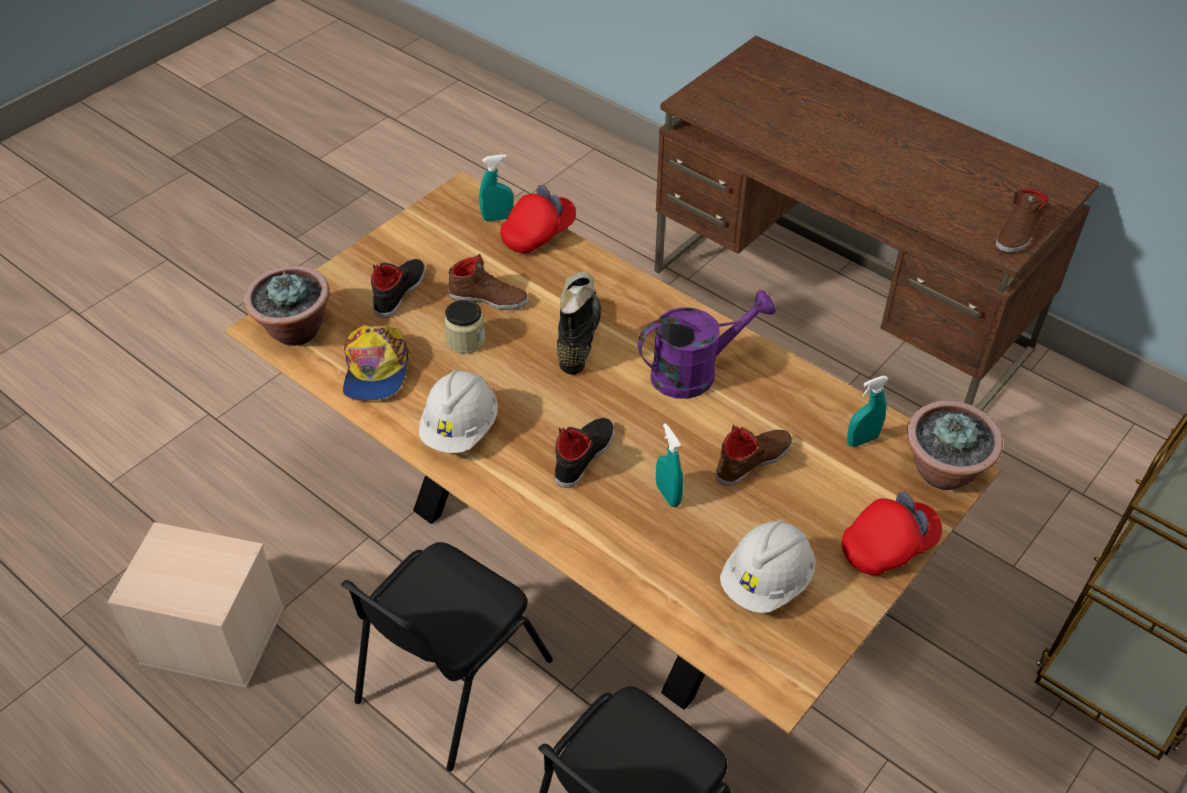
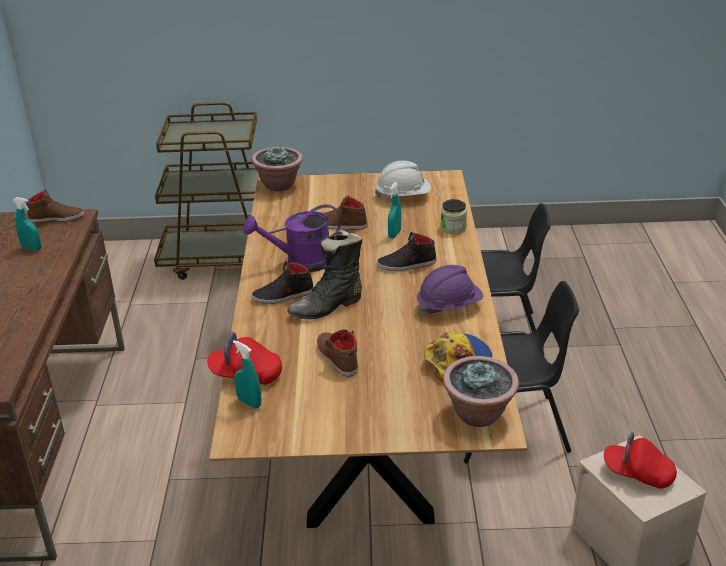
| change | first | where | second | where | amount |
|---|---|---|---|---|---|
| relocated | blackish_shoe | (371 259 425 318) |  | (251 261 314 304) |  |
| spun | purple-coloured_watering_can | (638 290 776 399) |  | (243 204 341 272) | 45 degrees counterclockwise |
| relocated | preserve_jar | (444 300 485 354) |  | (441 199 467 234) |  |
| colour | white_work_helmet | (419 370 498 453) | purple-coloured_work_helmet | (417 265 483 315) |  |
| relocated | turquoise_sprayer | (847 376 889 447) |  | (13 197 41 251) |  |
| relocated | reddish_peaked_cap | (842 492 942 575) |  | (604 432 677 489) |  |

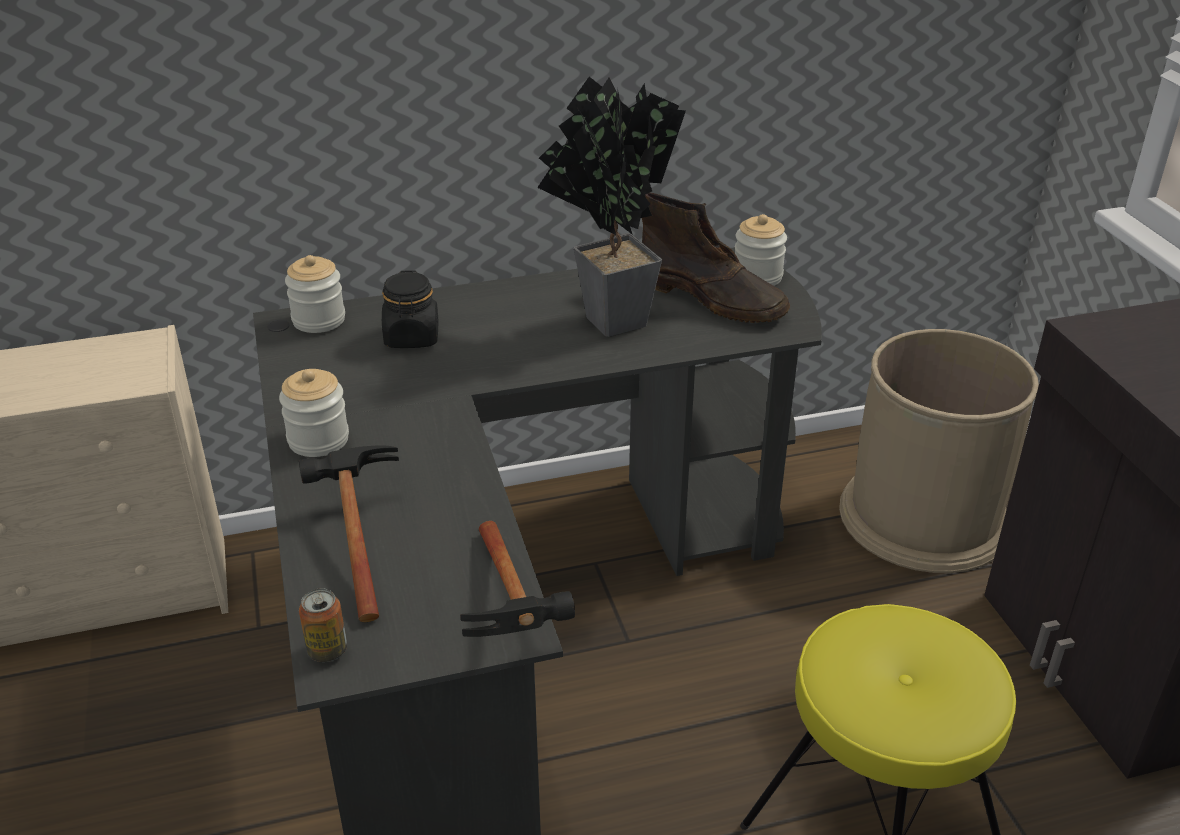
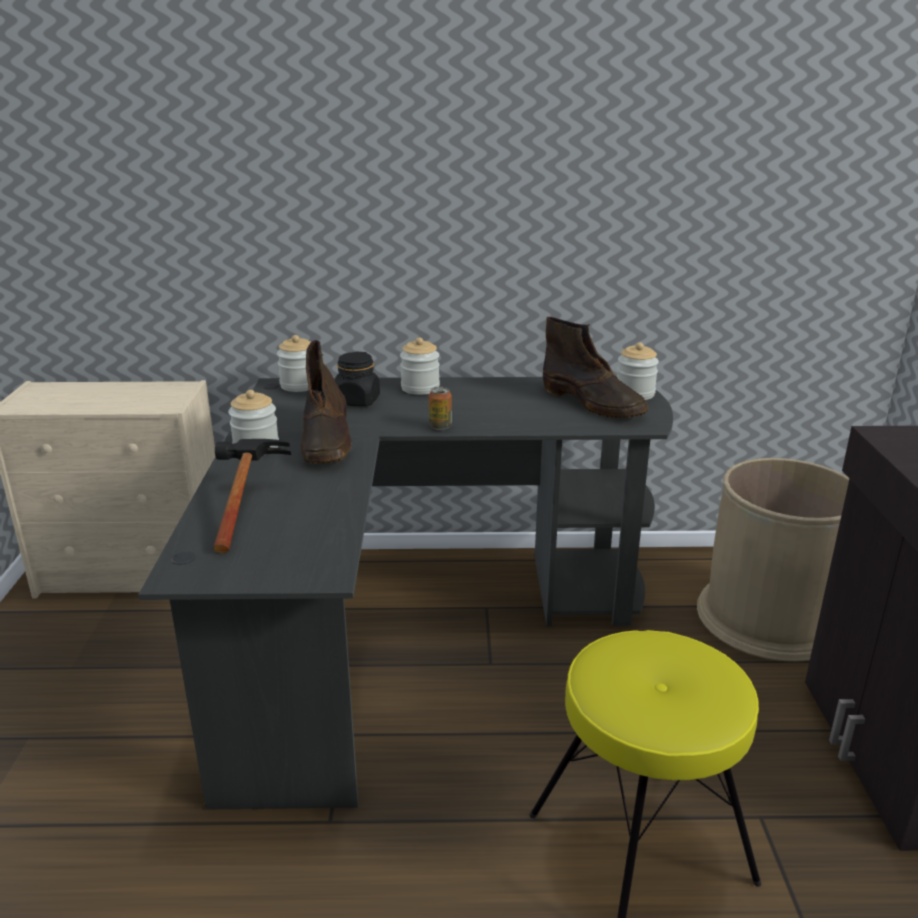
| change | first | where | second | where | amount |
|---|---|---|---|---|---|
| missing | potted_plant | (537 77 686 337) |  |  |  |
| missing | hammer | (460 521 575 637) |  |  |  |
| relocated | sealed_can | (299 589 347 662) |  | (429 387 452 430) |  |
| appeared |  |  | preserve_jar | (400 337 440 395) |  |
| appeared |  |  | brownish_tall_boot | (301 340 352 464) |  |

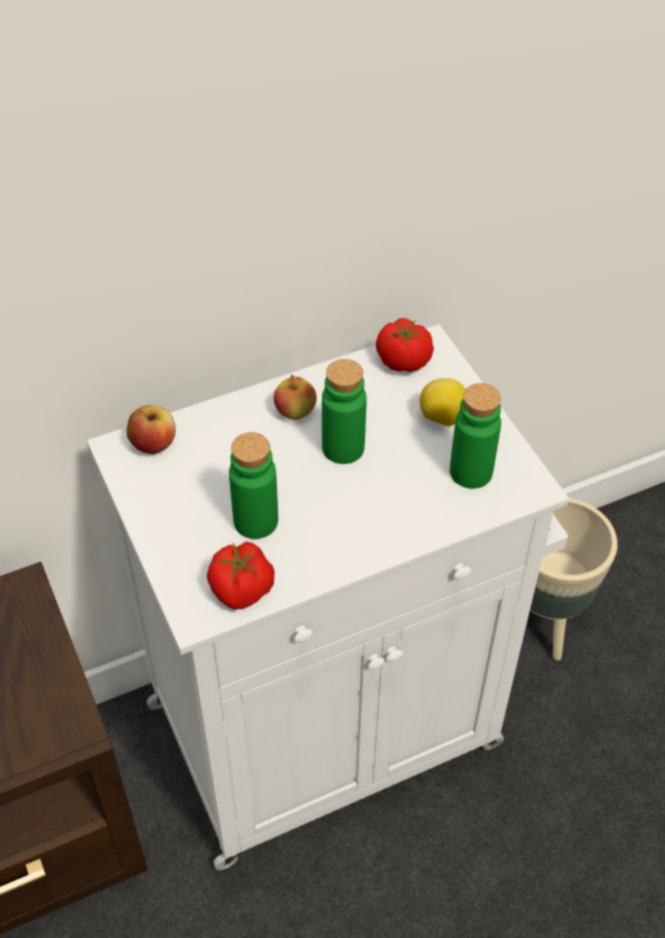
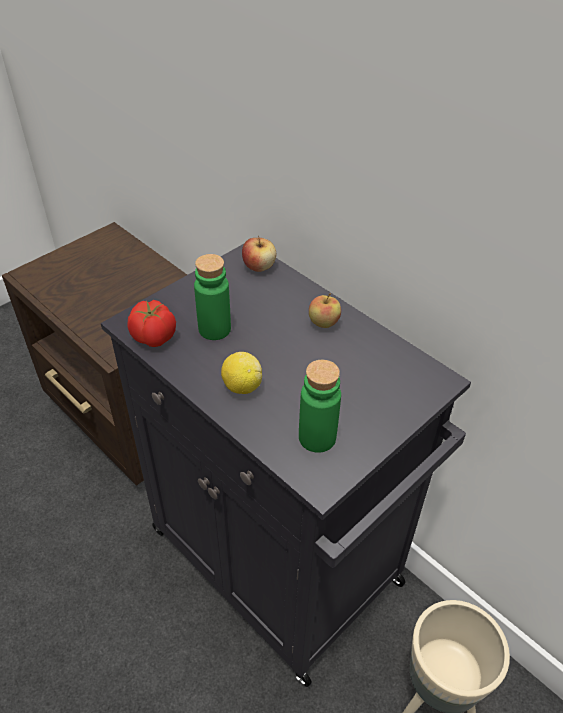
| change | first | where | second | where | amount |
|---|---|---|---|---|---|
| missing | tomato | (376 318 434 372) |  |  |  |
| colour | white_storage_cabinet | (87 324 569 870) | blackish_storage_cabinet | (101 244 471 687) |  |
| missing | green_drink_bottle | (322 359 367 464) |  |  |  |
| relocated | citrus_fruit | (420 378 466 426) |  | (221 352 262 394) |  |

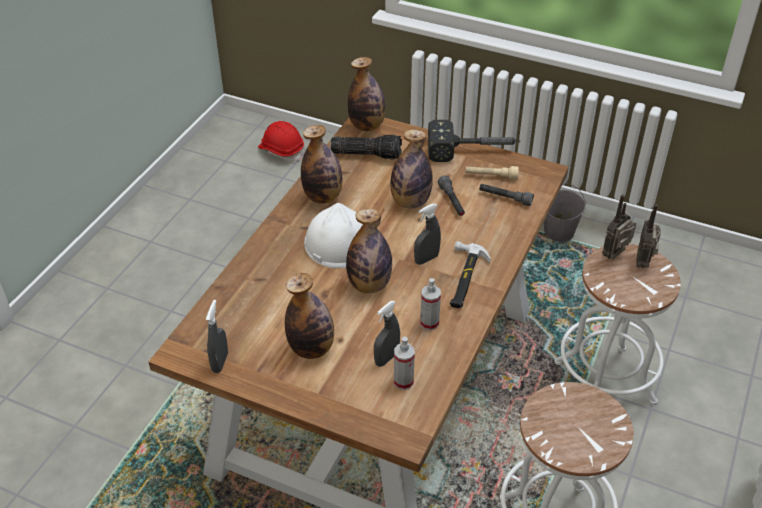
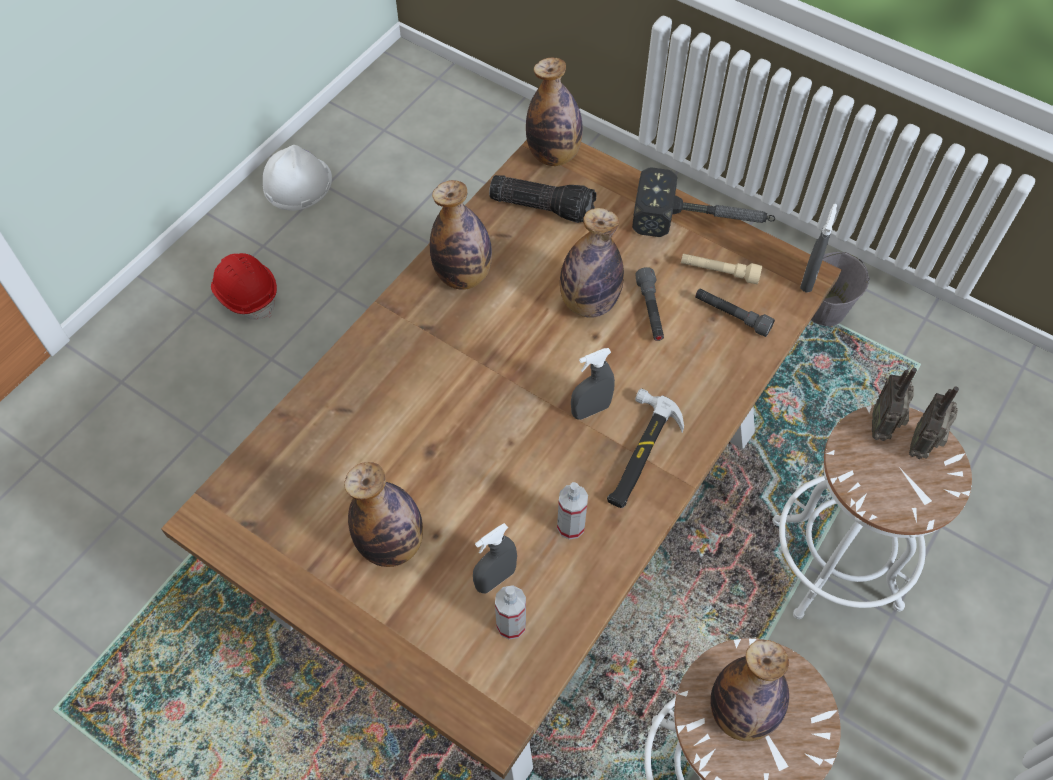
| change | first | where | second | where | amount |
|---|---|---|---|---|---|
| relocated | reddish_work_helmet | (258 121 304 162) |  | (211 253 277 320) |  |
| spun | radio_receiver | (602 195 636 259) |  | (872 368 917 441) | 45 degrees counterclockwise |
| relocated | white_work_helmet | (304 203 363 268) |  | (263 145 332 211) |  |
| relocated | drink_bottle | (346 209 392 293) |  | (710 640 789 741) |  |
| relocated | gray_sprayer | (206 300 228 373) |  | (800 204 837 292) |  |

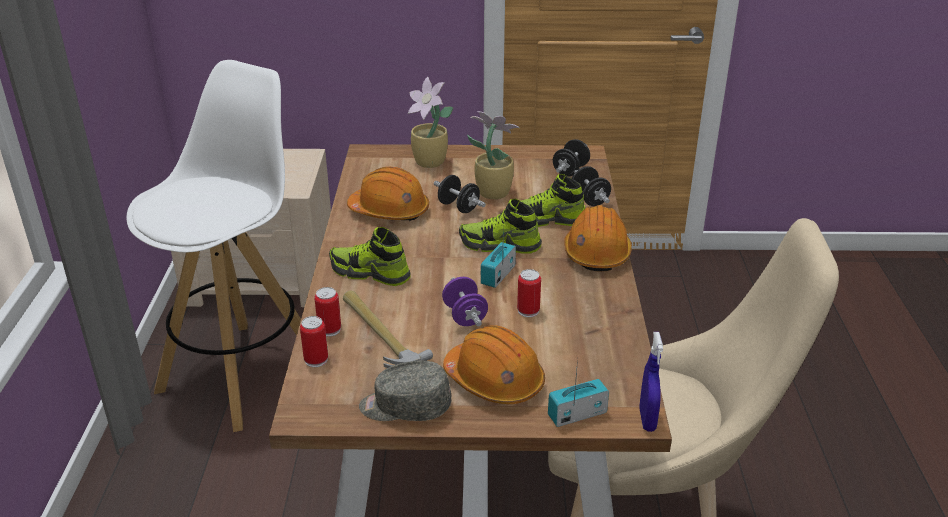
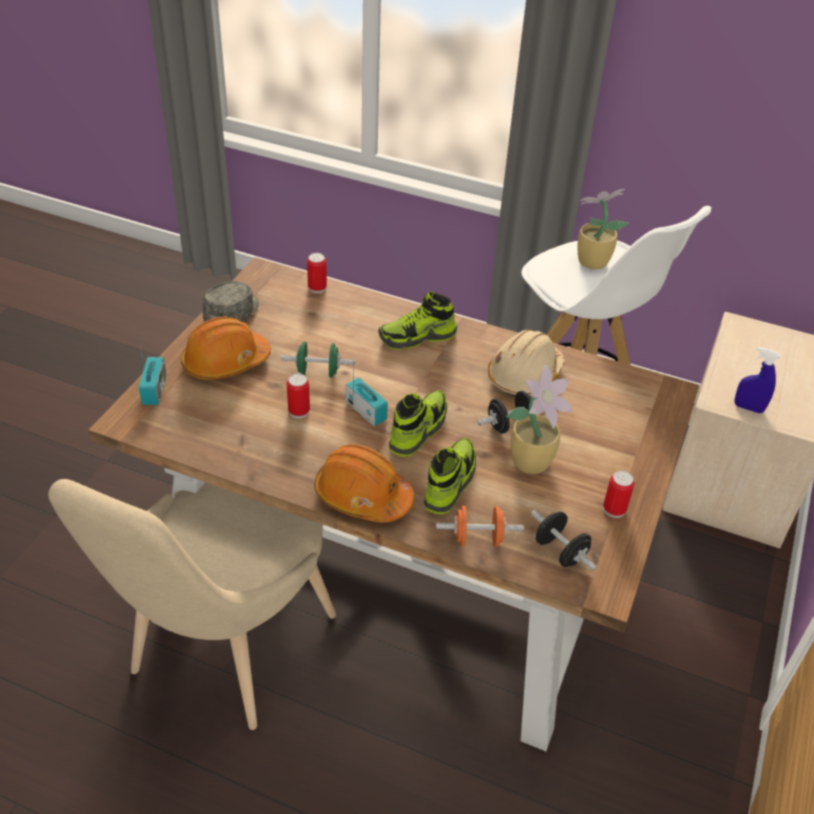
| change | first | where | second | where | amount |
|---|---|---|---|---|---|
| relocated | potted_plant | (408 77 454 168) |  | (577 189 628 270) |  |
| colour | blackish_hand_weight | (572 166 611 206) | orange-coloured_hand_weight | (436 506 524 547) |  |
| colour | orange-coloured_work_helmet | (347 167 429 221) | beige-coloured_work_helmet | (488 330 565 396) |  |
| spun | shoe | (329 227 411 286) |  | (378 291 457 350) | 150 degrees counterclockwise |
| colour | purple-coloured_hand_weight | (442 277 488 326) | green_hand_weight | (280 342 355 378) |  |
| relocated | sealed_can | (314 287 341 337) |  | (603 471 634 518) |  |
| missing | hammer | (343 291 433 368) |  |  |  |
| relocated | blue-coloured_sprayer | (639 332 663 432) |  | (735 347 781 413) |  |

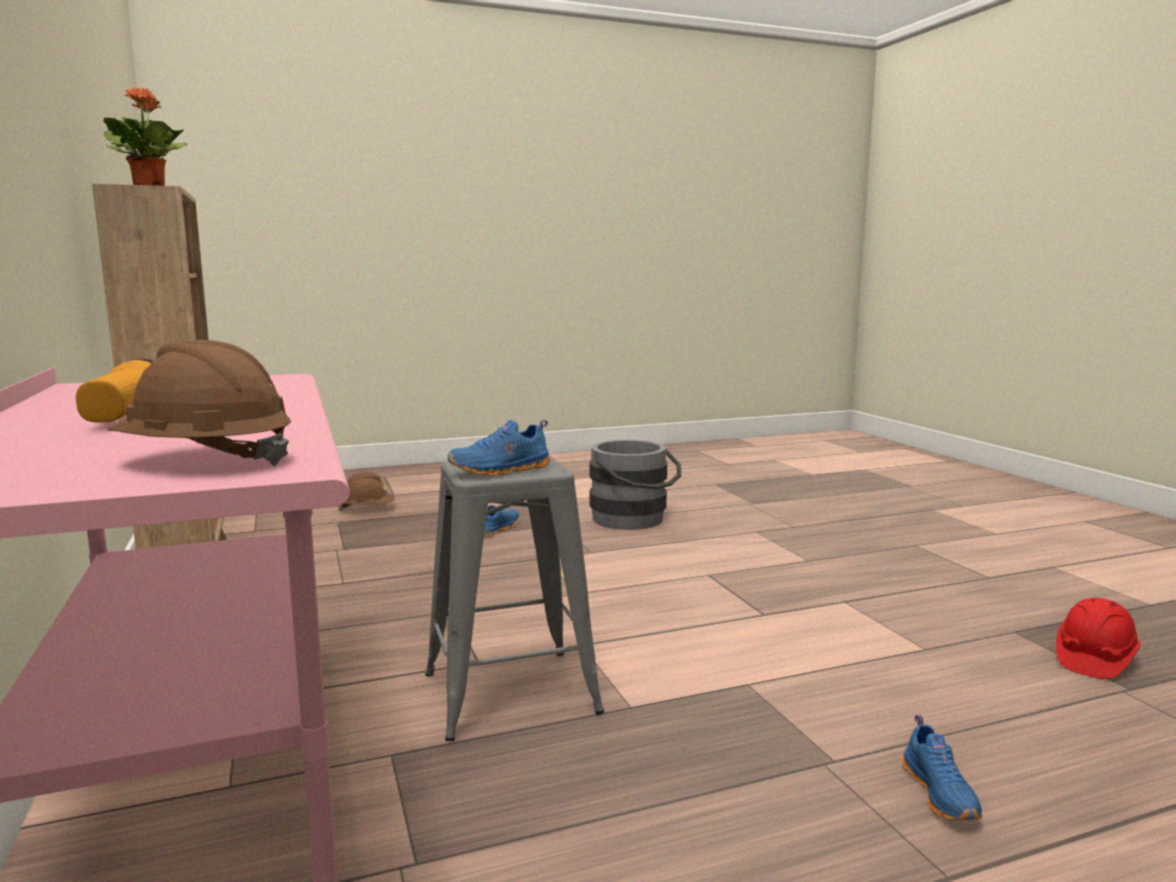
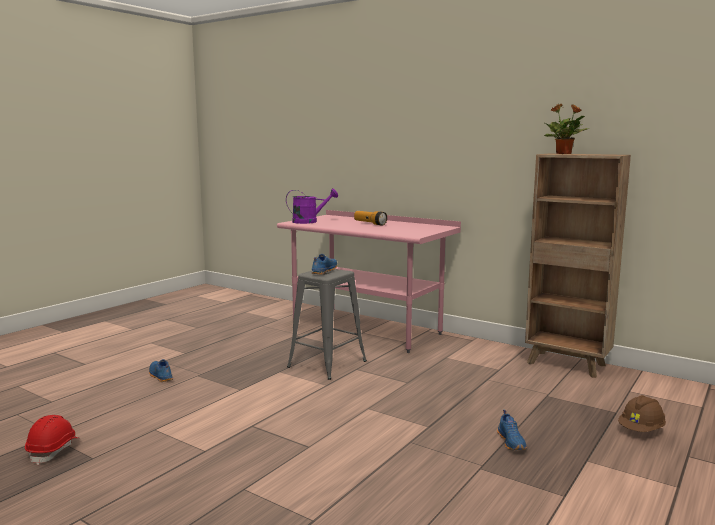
| change | first | where | second | where | amount |
|---|---|---|---|---|---|
| exchanged | brownish_work_helmet | (108 340 291 466) | purple-coloured_watering_can | (286 188 338 224) |  |
| missing | gray_water_bucket | (589 440 681 530) |  |  |  |

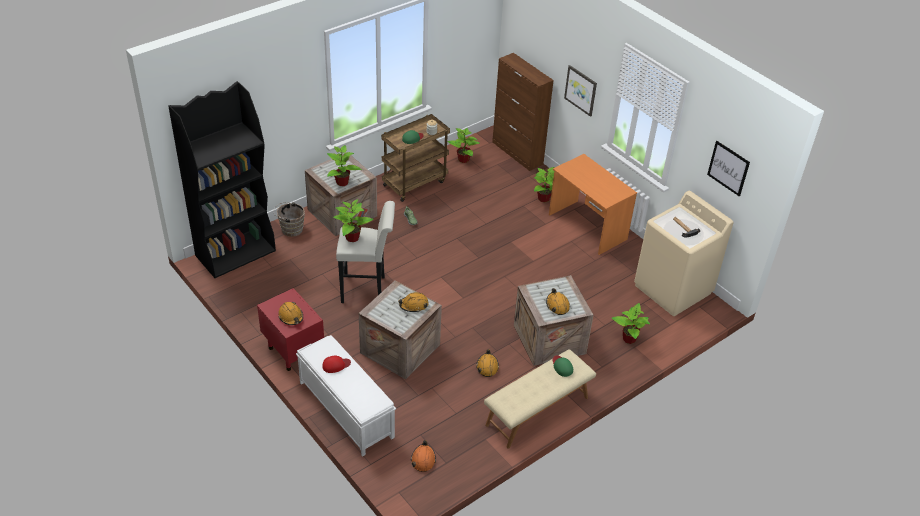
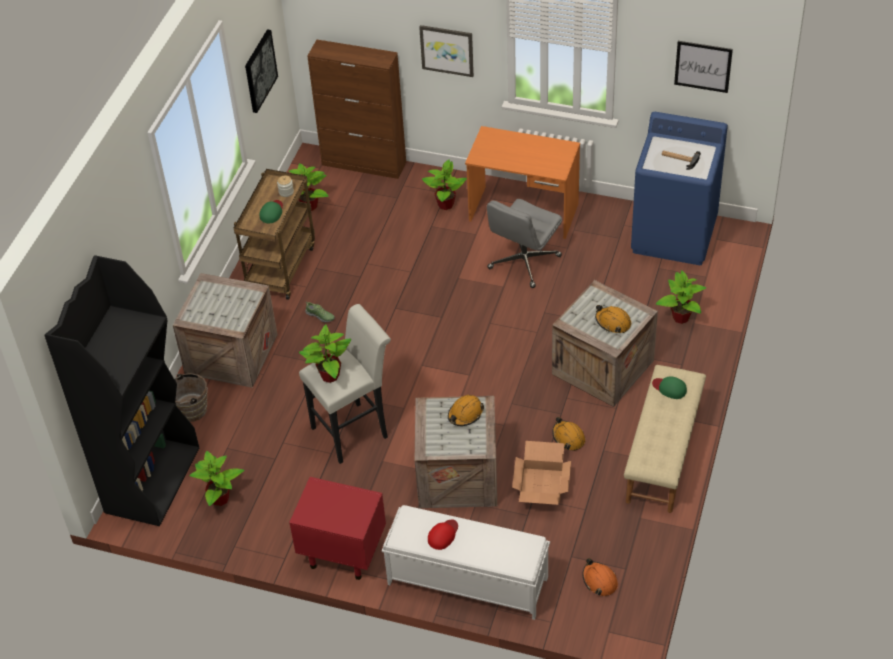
| change | first | where | second | where | amount |
|---|---|---|---|---|---|
| relocated | potted_plant | (327 145 362 186) |  | (189 451 244 506) |  |
| colour | beige-coloured_laundry_appliance | (634 191 734 316) | blue-coloured_laundry_appliance | (631 112 728 265) |  |
| missing | orange-coloured_work_helmet | (279 302 303 325) |  |  |  |
| appeared |  |  | wall_picture | (245 30 278 113) |  |
| appeared |  |  | gray_office_chair | (487 199 562 288) |  |
| appeared |  |  | packing_box | (512 441 571 505) |  |

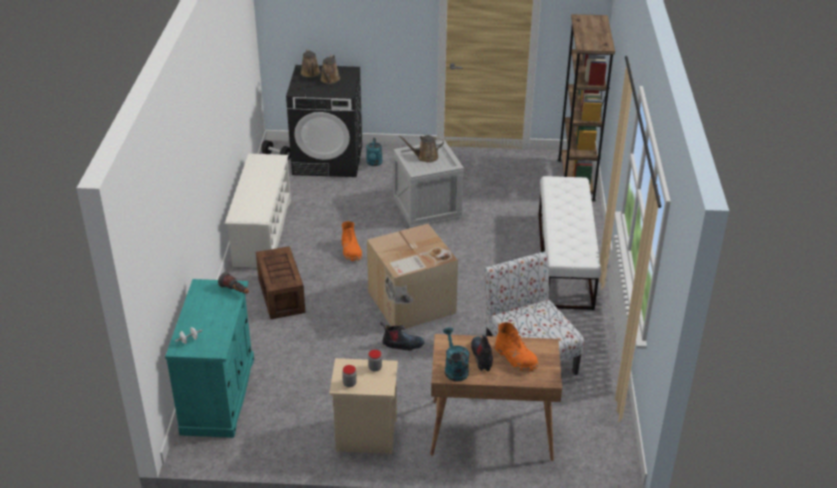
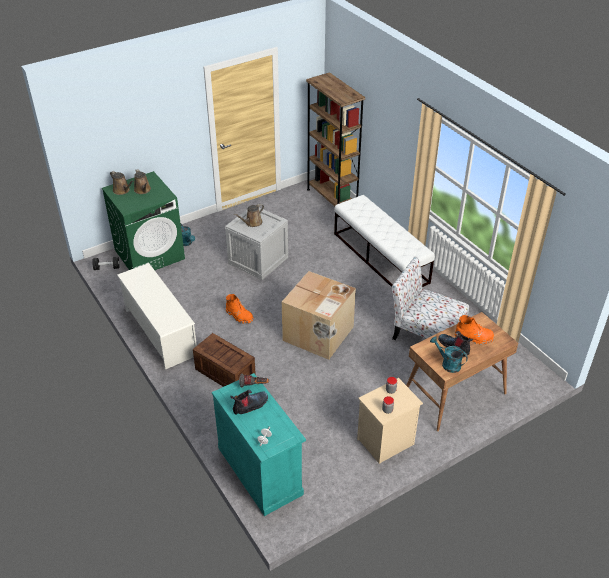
| change | first | where | second | where | amount |
|---|---|---|---|---|---|
| colour | blackish_laundry_appliance | (286 65 362 177) | green_laundry_appliance | (102 171 185 270) |  |
| relocated | tall_boot | (380 322 425 350) |  | (230 390 268 415) |  |

